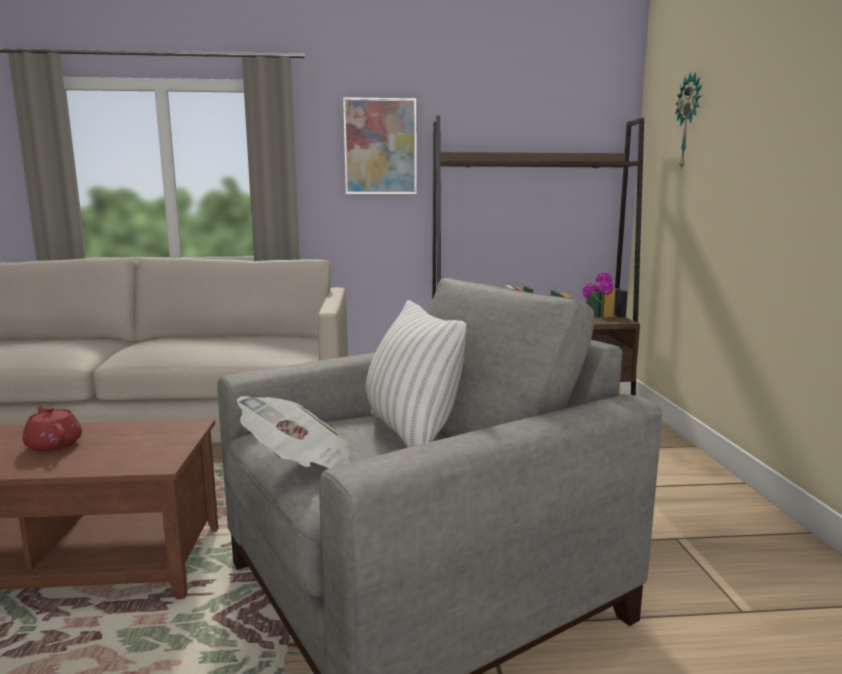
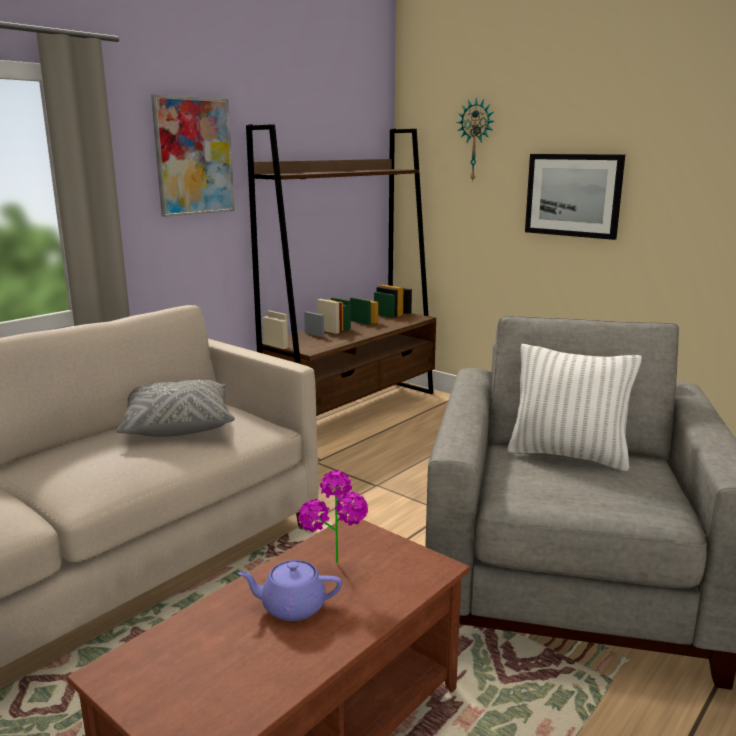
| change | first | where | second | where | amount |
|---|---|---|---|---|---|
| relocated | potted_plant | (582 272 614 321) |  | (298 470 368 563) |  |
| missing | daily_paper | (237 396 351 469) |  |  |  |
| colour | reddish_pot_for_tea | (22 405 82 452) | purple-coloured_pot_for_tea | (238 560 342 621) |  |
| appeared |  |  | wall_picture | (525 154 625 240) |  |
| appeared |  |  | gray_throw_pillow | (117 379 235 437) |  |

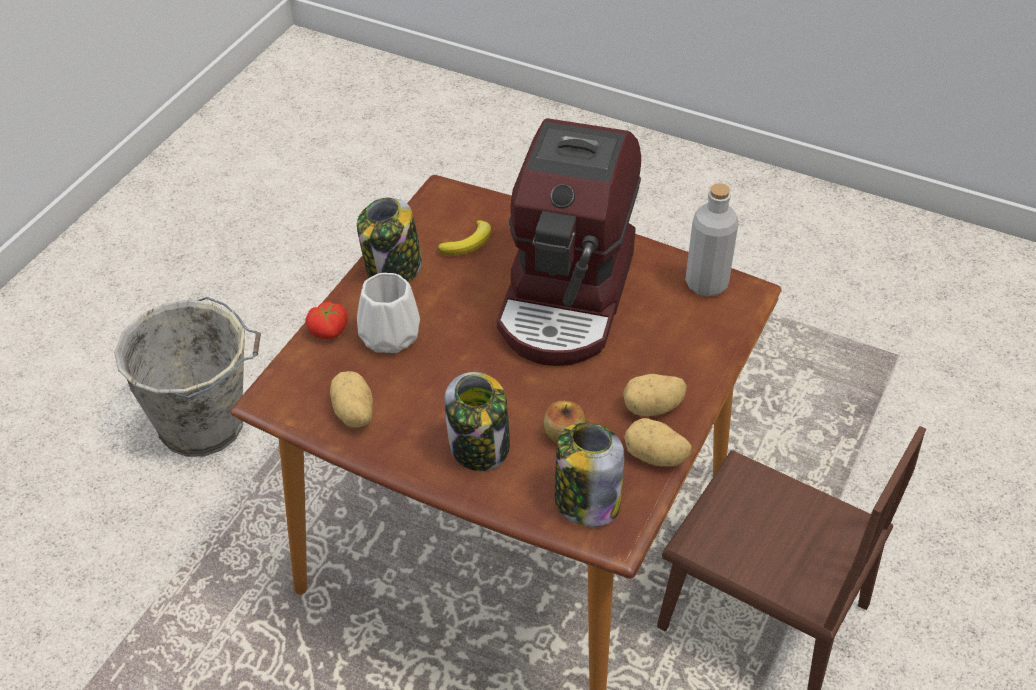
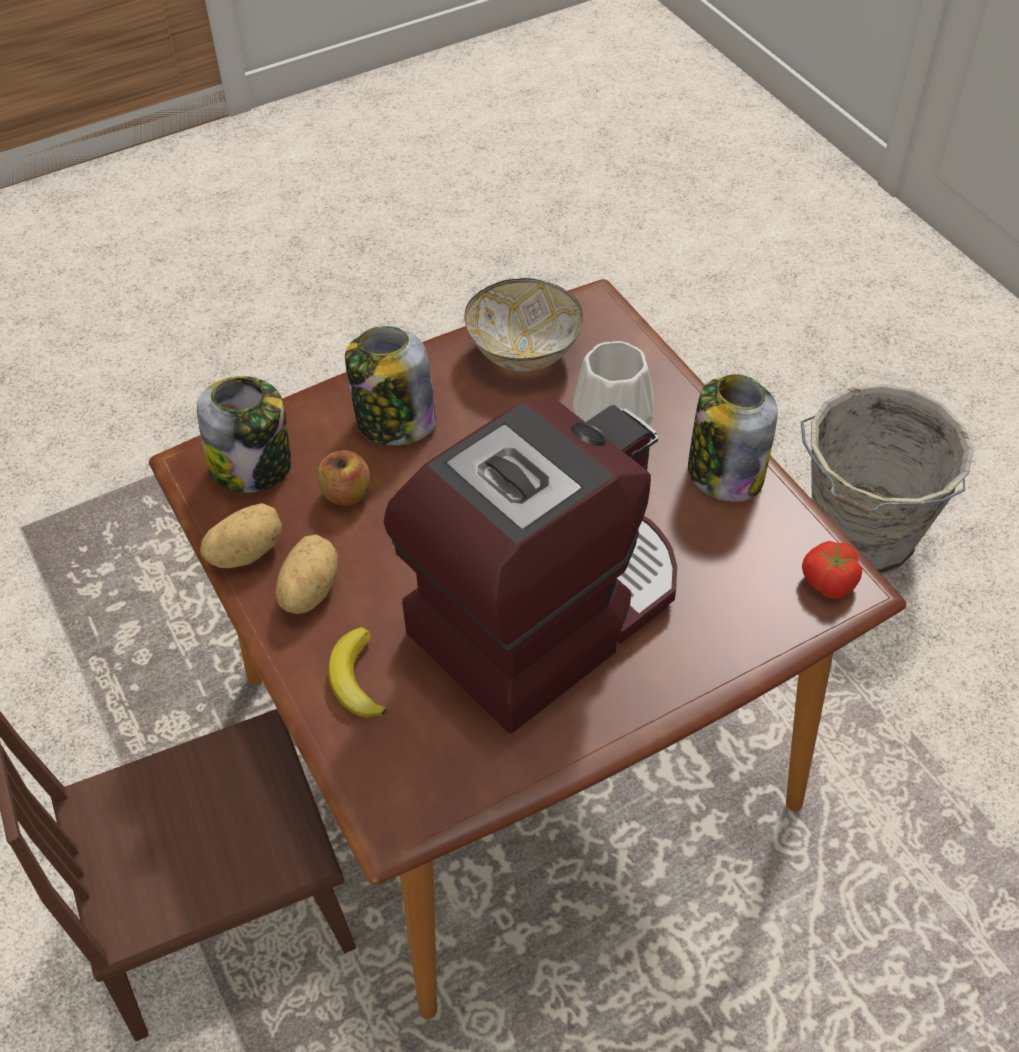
| change | first | where | second | where | amount |
|---|---|---|---|---|---|
| spun | coffee_machine | (497 118 641 366) |  | (384 398 677 733) | 90 degrees clockwise |
| missing | gray_drink_bottle | (685 183 739 297) |  |  |  |
| relocated | banana | (438 220 491 256) |  | (328 627 388 717) |  |
| relocated | tomato | (305 302 347 339) |  | (802 541 862 599) |  |
| exchanged | whole_potato | (330 371 373 427) | deep_dish | (464 278 583 372) |  |

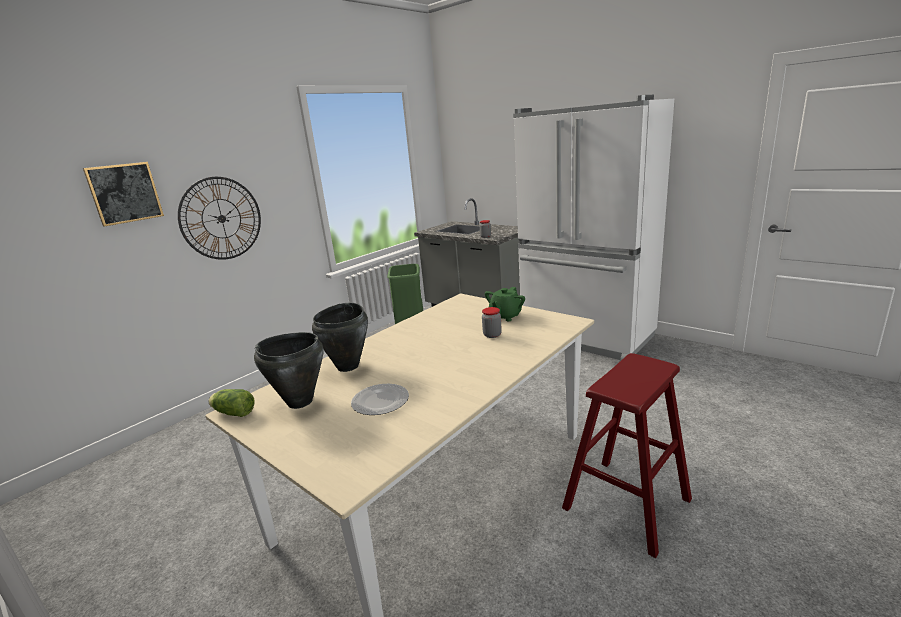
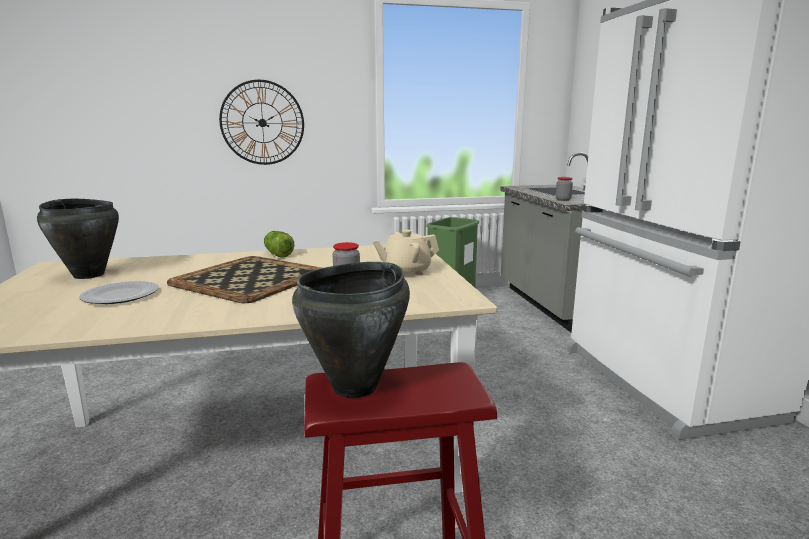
| change | first | where | second | where | amount |
|---|---|---|---|---|---|
| missing | wall_picture | (83 162 164 227) |  |  |  |
| colour | green_pot_for_tea | (485 287 525 321) | beige-coloured_pot_for_tea | (373 230 439 276) |  |
| relocated | blackish_saucepot | (312 303 368 372) |  | (292 262 410 398) |  |
| relocated | lettuce_head | (209 389 254 417) |  | (264 231 295 258) |  |
| appeared |  |  | serving_tray | (167 256 322 303) |  |

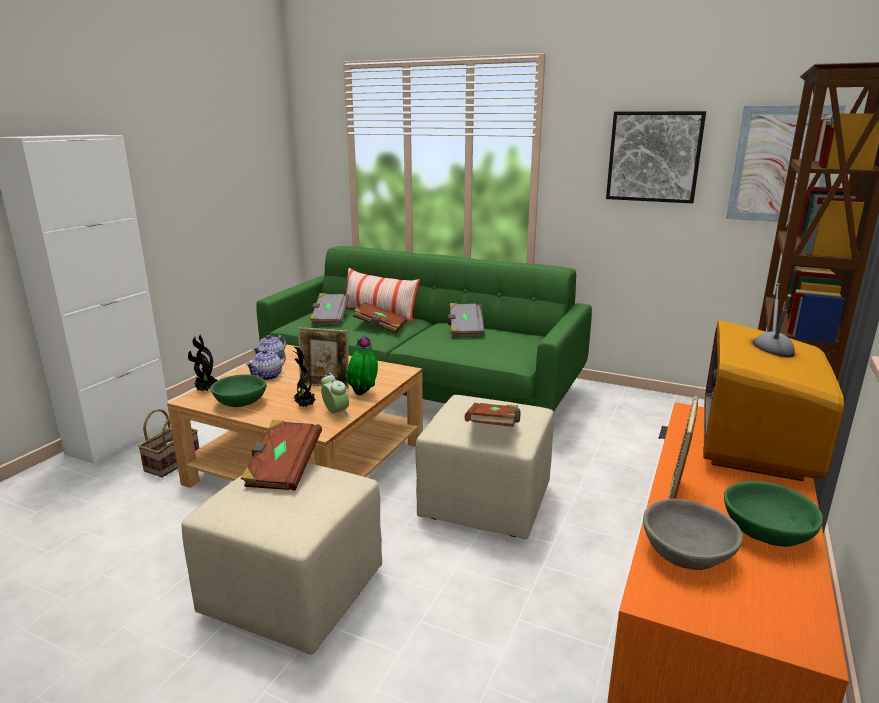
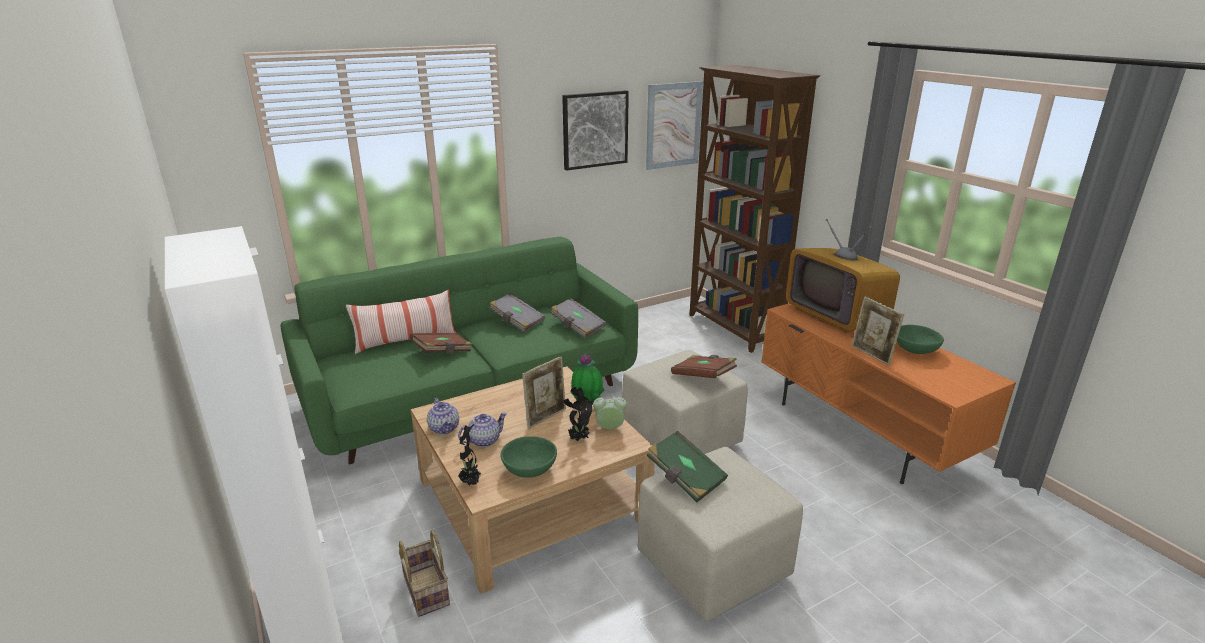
| change | first | where | second | where | amount |
|---|---|---|---|---|---|
| relocated | gray_bound_book | (310 293 349 325) |  | (550 298 606 338) |  |
| spun | pot_for_tea | (245 349 286 380) |  | (458 412 507 447) | 105 degrees counterclockwise |
| colour | brownish_bound_book | (241 420 322 491) | green_bound_book | (646 431 728 502) |  |
| missing | gray_deep_dish | (643 499 743 570) |  |  |  |

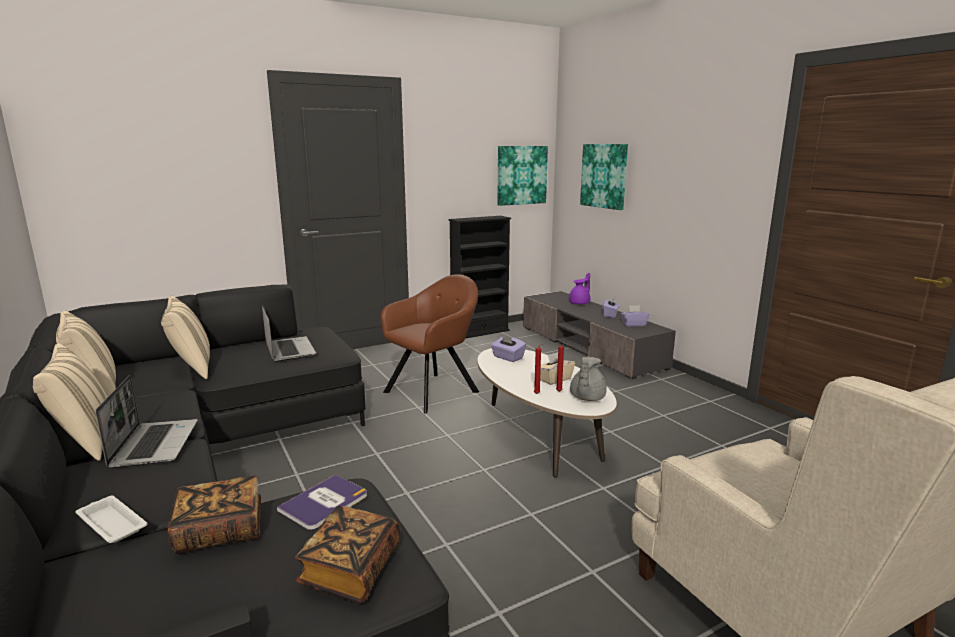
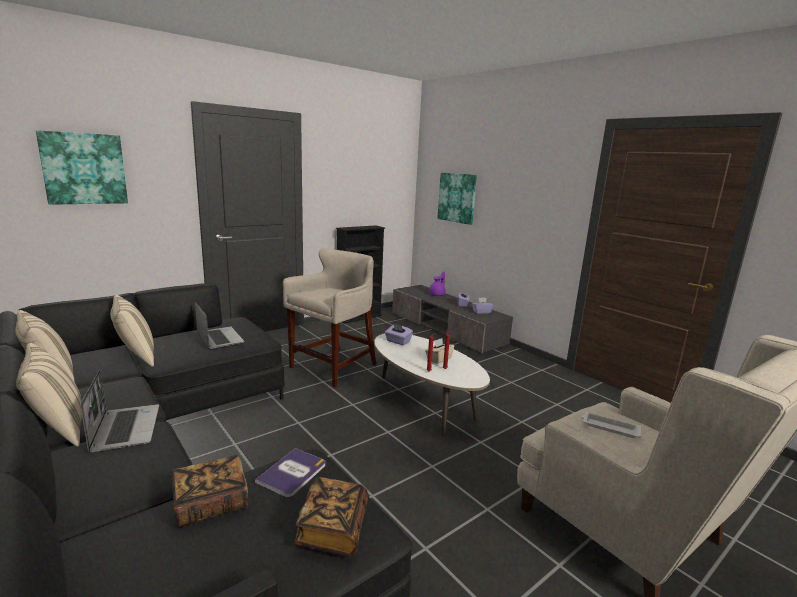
| change | first | where | second | where | amount |
|---|---|---|---|---|---|
| relocated | wall_picture | (497 146 548 206) |  | (36 130 128 205) |  |
| exchanged | brownish_easy_chair | (380 274 479 413) | beige-coloured_stool | (283 248 377 388) |  |
| missing | gray_pot_for_tea | (570 357 607 401) |  |  |  |
| relocated | white_serving_tray | (75 496 148 543) |  | (581 412 642 438) |  |

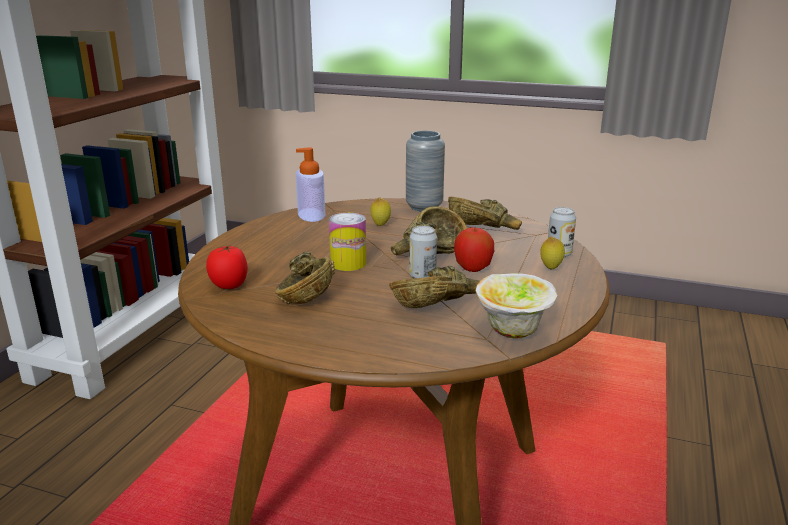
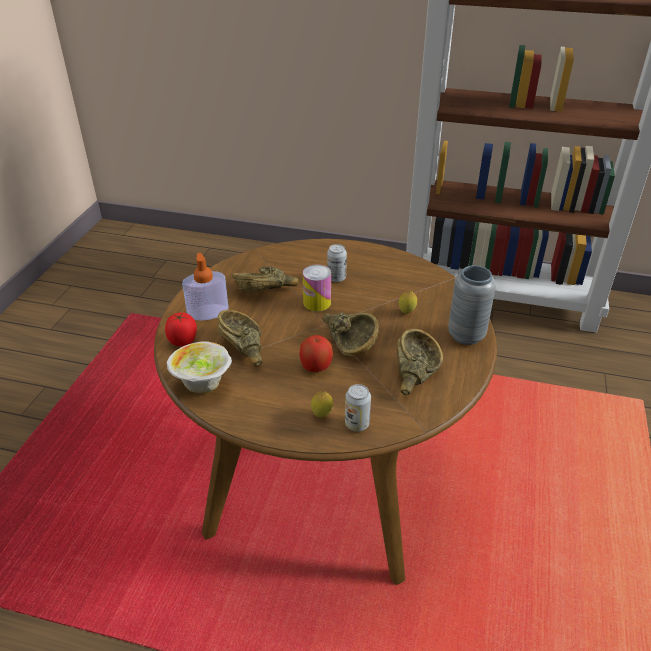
| change | first | where | second | where | amount |
|---|---|---|---|---|---|
| relocated | soap_bottle | (296 147 325 222) |  | (182 253 229 320) |  |
| relocated | sealed_can | (409 226 437 278) |  | (327 244 347 282) |  |
| relocated | tomato | (206 245 248 289) |  | (165 312 197 347) |  |

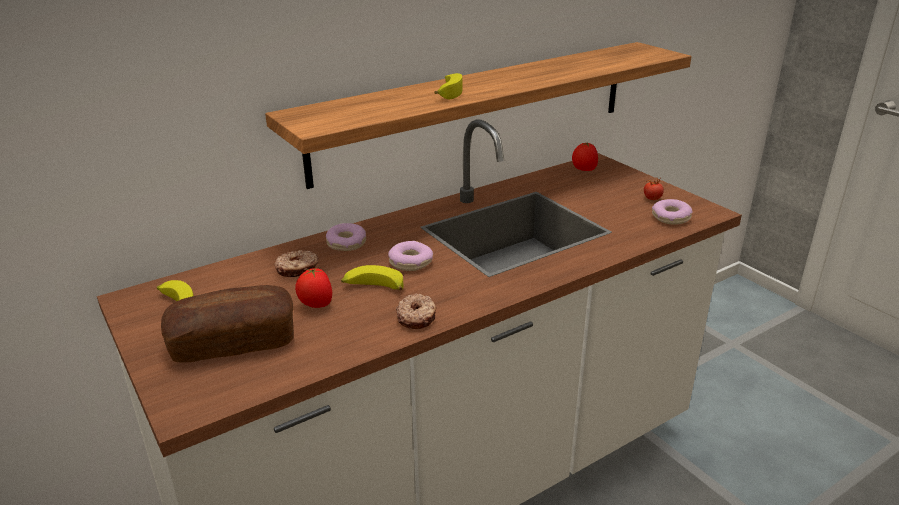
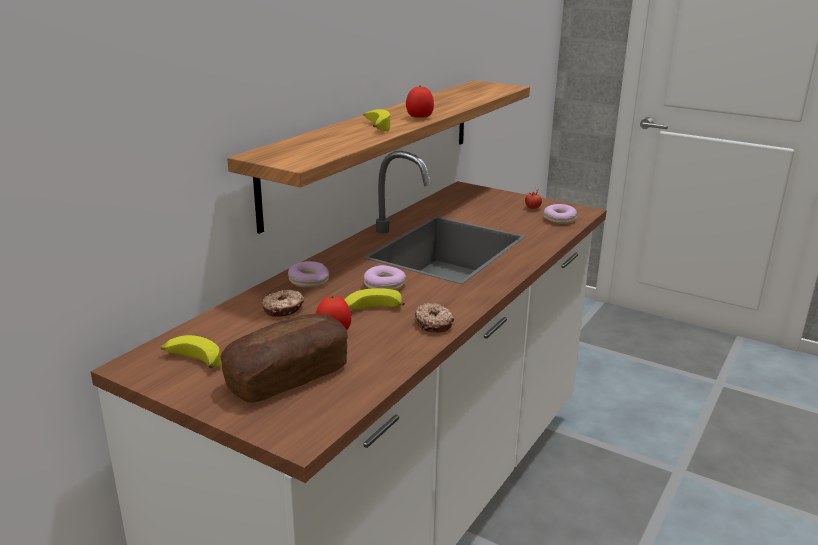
| change | first | where | second | where | amount |
|---|---|---|---|---|---|
| relocated | tomato | (572 142 598 171) |  | (406 85 434 118) |  |

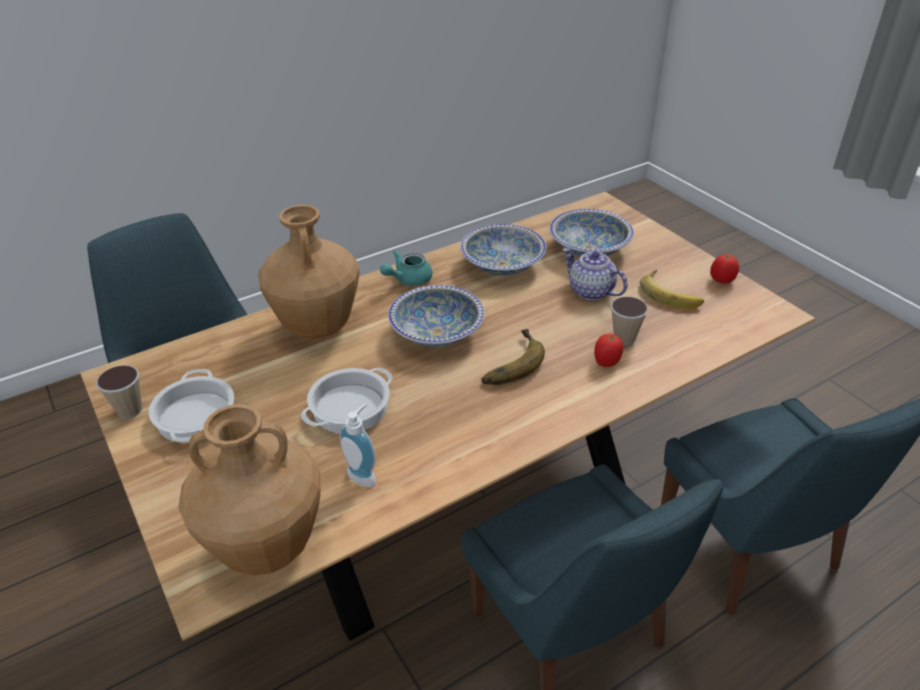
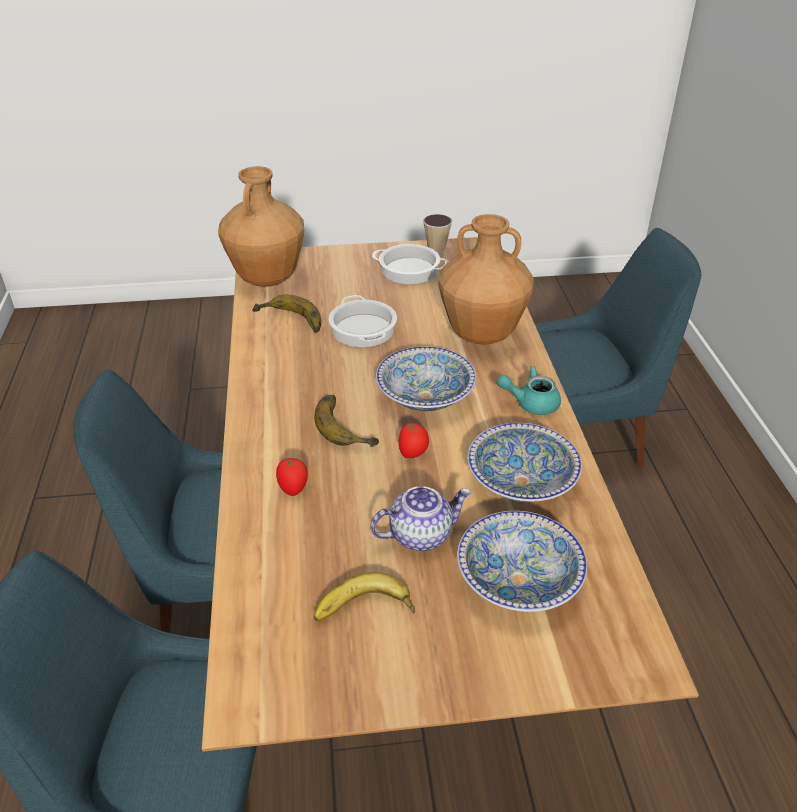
| change | first | where | second | where | amount |
|---|---|---|---|---|---|
| spun | turquoise_pot_for_tea | (380 250 432 286) |  | (496 366 561 415) | 75 degrees counterclockwise |
| relocated | tomato | (710 254 739 284) |  | (398 422 429 458) |  |
| missing | drinking_cup | (611 297 648 345) |  |  |  |
| exchanged | soap_bottle | (339 404 376 487) | banana | (252 295 321 333) |  |

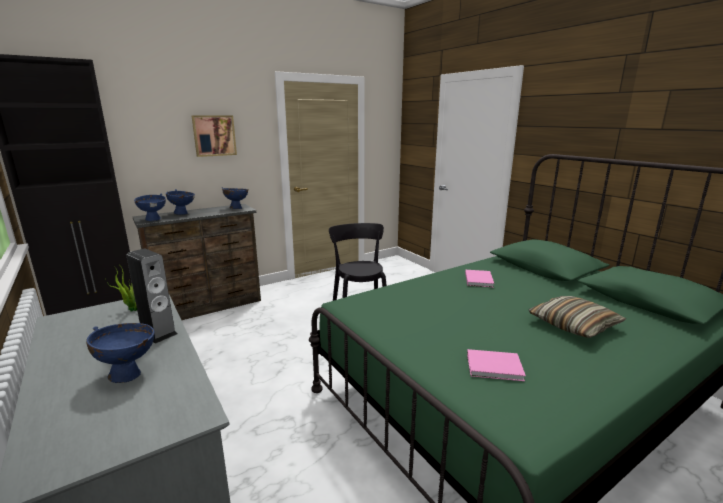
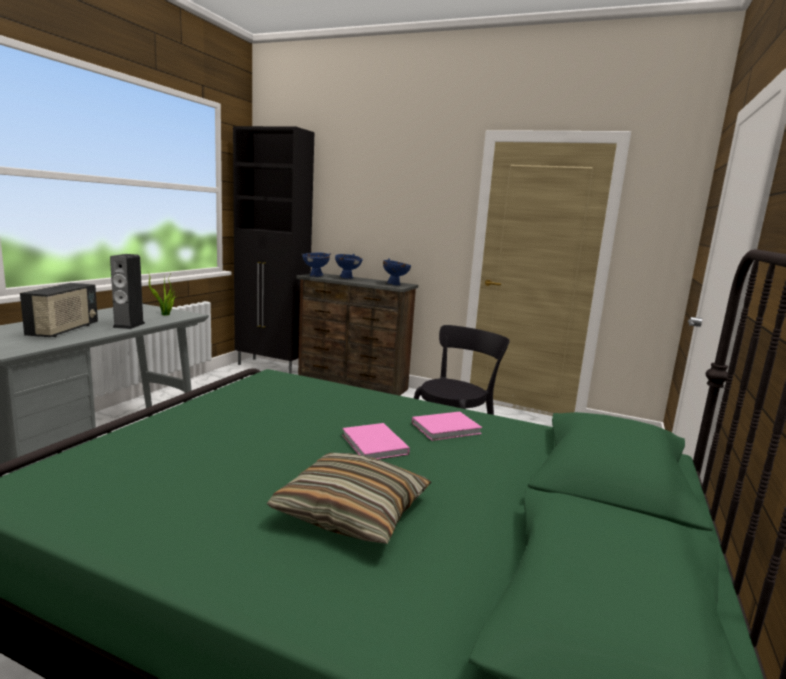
| change | first | where | second | where | amount |
|---|---|---|---|---|---|
| missing | wall_picture | (191 115 237 157) |  |  |  |
| exchanged | blue-coloured_deep_dish | (86 323 154 383) | radio_receiver | (20 283 98 337) |  |
| relocated | pink_bound_book | (467 349 526 381) |  | (342 423 410 460) |  |

